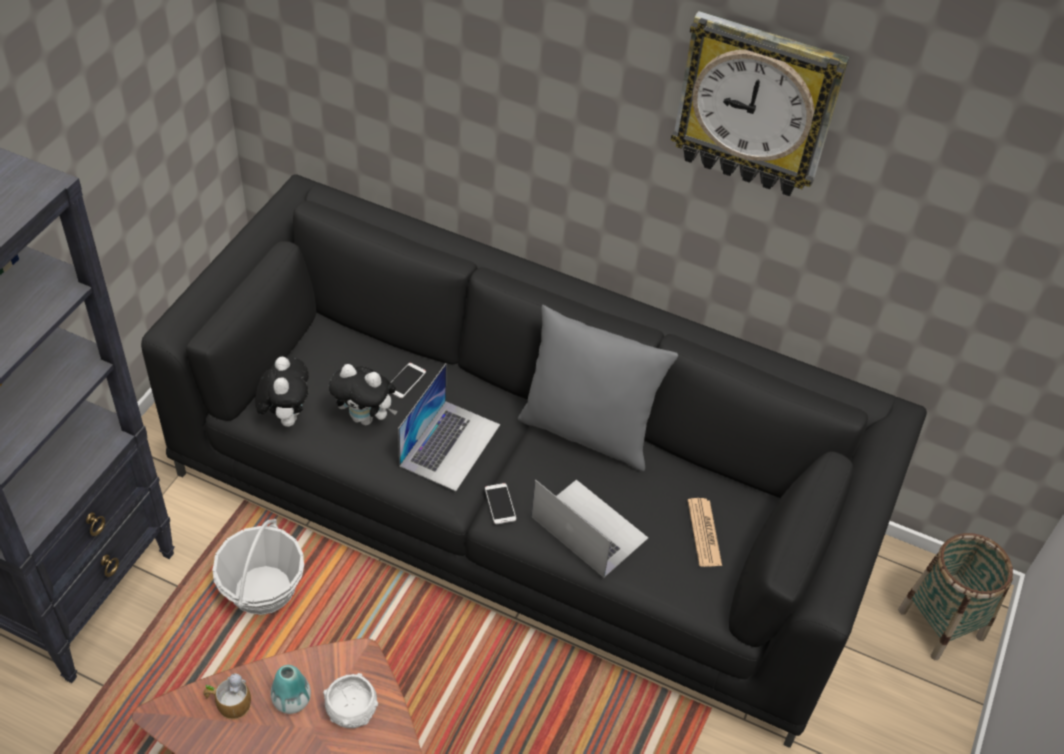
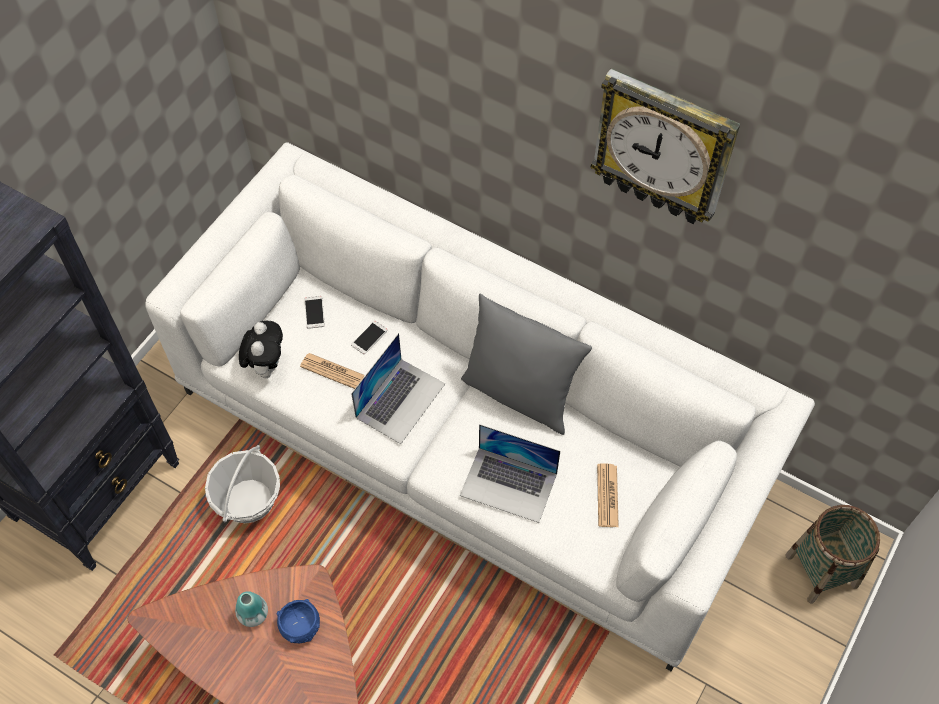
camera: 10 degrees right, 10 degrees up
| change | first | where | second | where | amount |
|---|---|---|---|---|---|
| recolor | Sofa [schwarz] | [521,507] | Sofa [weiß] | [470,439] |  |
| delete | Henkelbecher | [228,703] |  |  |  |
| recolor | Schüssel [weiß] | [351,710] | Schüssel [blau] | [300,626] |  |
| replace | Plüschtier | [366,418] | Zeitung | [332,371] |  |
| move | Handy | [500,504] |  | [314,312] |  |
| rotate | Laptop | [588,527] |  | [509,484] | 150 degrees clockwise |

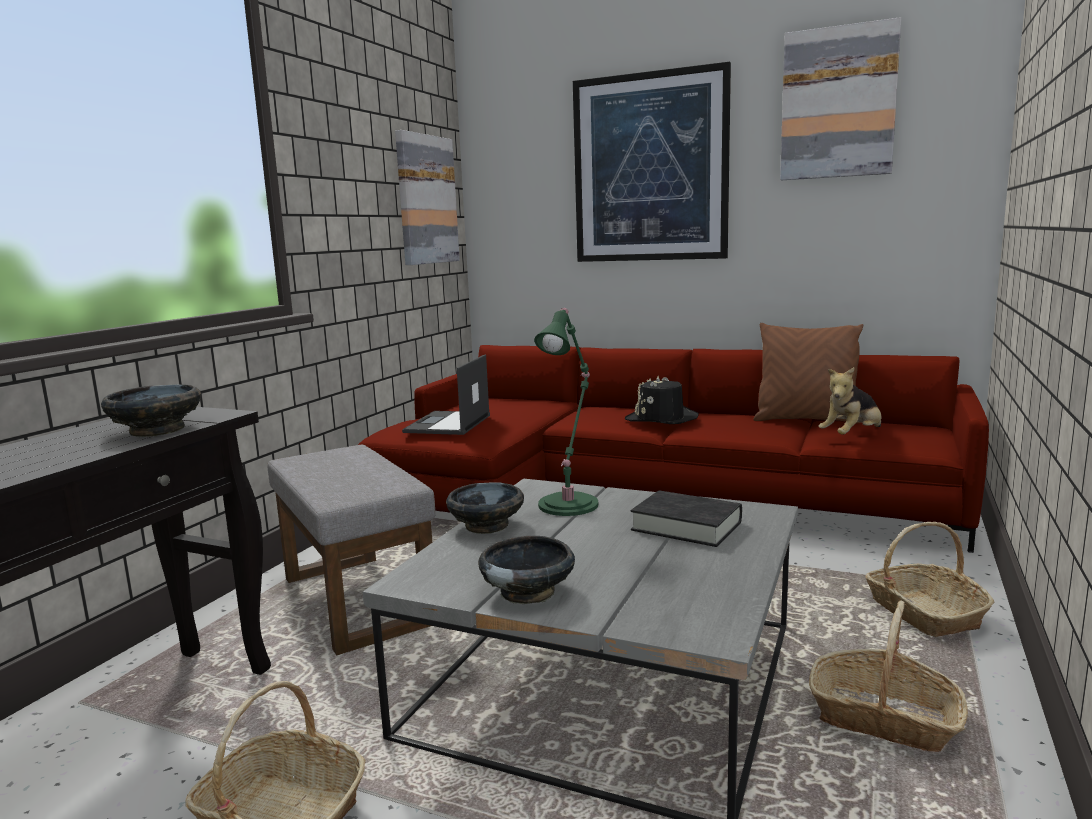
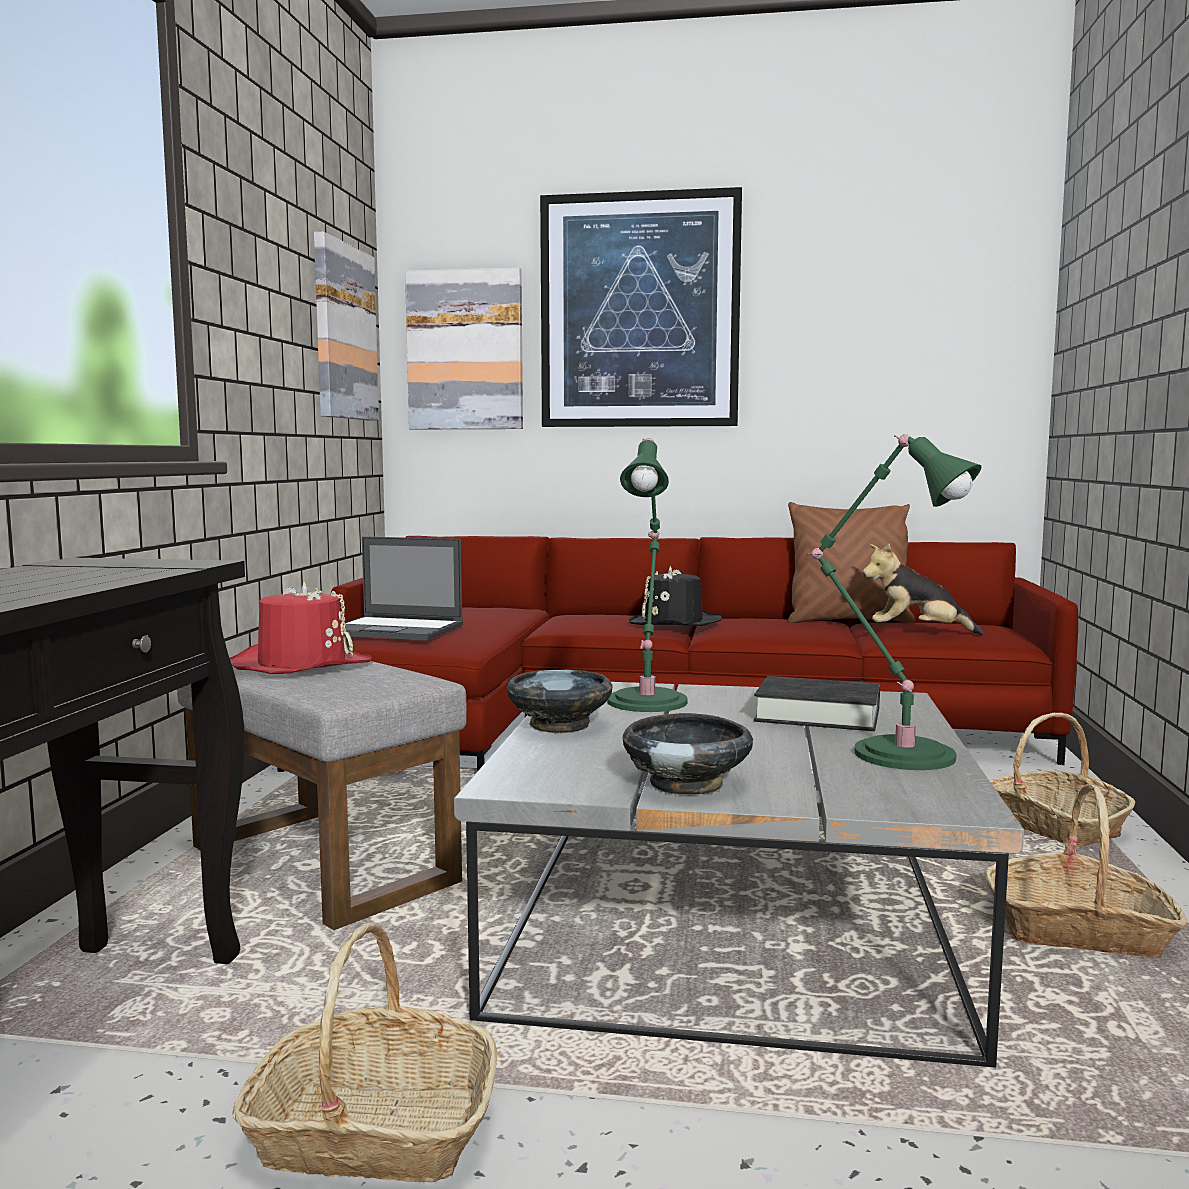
camera: 15 degrees left, 5 degrees down
| change | first | where | second | where | amount |
|---|---|---|---|---|---|
| delete | Schüssel [schwarz] | [156,431] |  |  |  |
| rotate | Laptop | [448,424] |  | [397,630] | 75 degrees counterclockwise |
| move | Bild | [838,103] |  | [465,350] |  |
| rotate | Plüschtier | [852,436] |  | [916,633] | 60 degrees clockwise |
| insert |  |  | Hut [rot] | [300,664] |  |
| insert |  |  | Tischlampe [grün] | [896,753] |  |

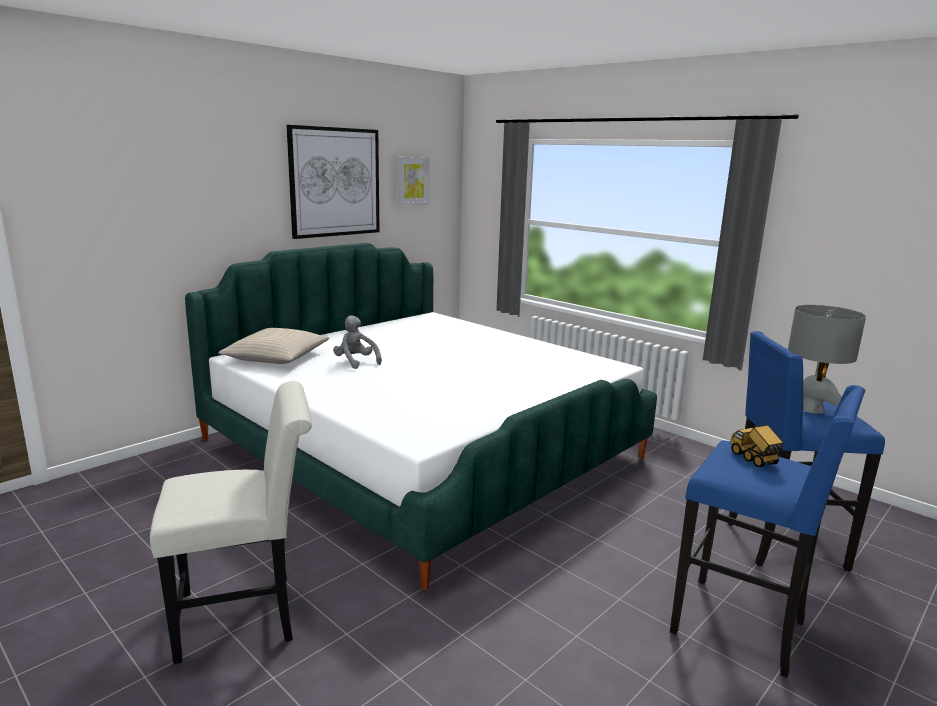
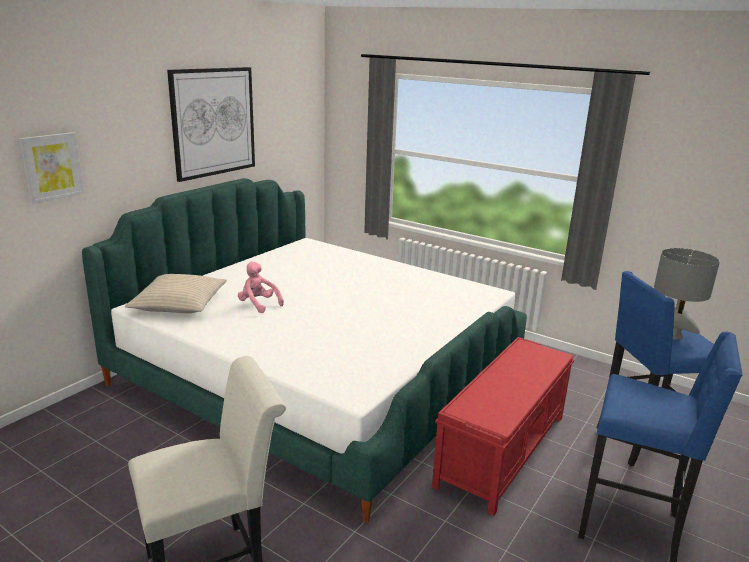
camera: 10 degrees left, 5 degrees up
| change | first | where | second | where | amount |
|---|---|---|---|---|---|
| recolor | Plüschtier [grau] | [355,362] | Plüschtier [rosa] | [258,305] |  |
| move | Bild | [412,181] |  | [51,167] |  |
| delete | Spielzeuglaster | [754,459] |  |  |  |
| insert |  |  | Bank [rot] | [503,449] |  |

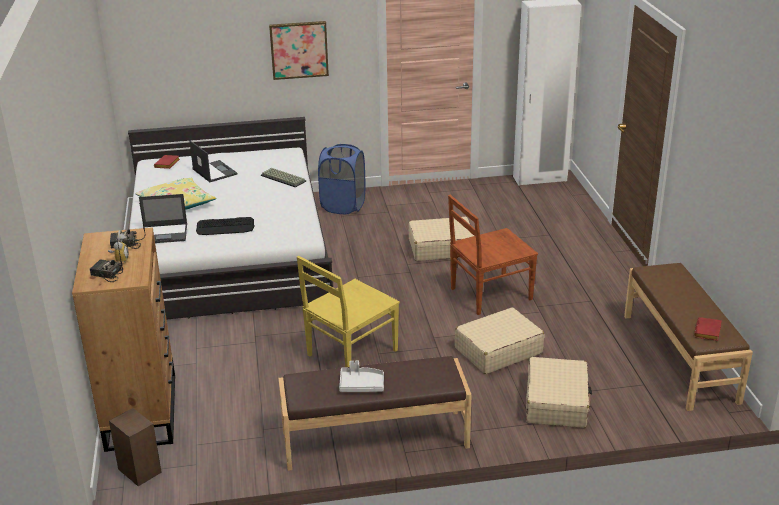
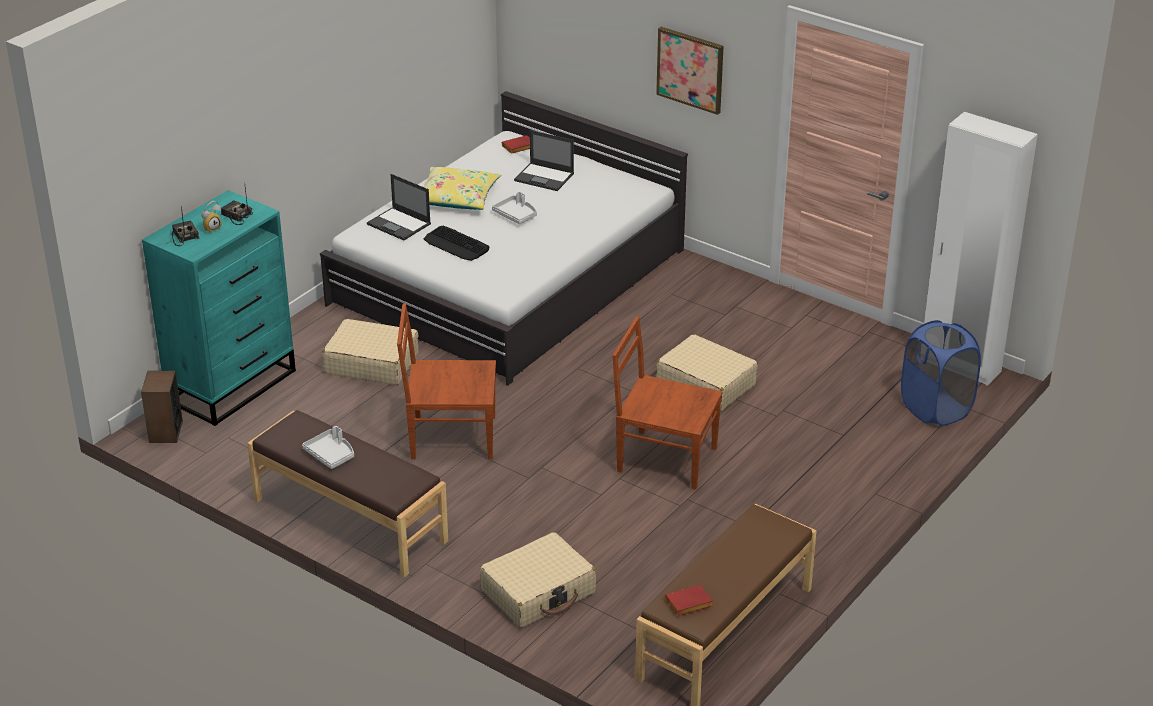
camera: 45 degrees right, 5 degrees up
| change | first | where | second | where | amount |
|---|---|---|---|---|---|
| recolor | Kommode [braun] | [142,411] | Kommode [türkis] | [232,385] |  |
| rotate | Laptop | [214,171] |  | [545,177] | 105 degrees clockwise |
| delete | Tastatur | [284,178] |  |  |  |
| recolor | Stuhl [gelb] | [350,354] | Stuhl [braun] | [450,437] |  |
| move | Wäschekorb [blau] | [343,206] |  | [935,409] |  |
| move | Koffer [beige] | [498,350] |  | [371,363] |  |
| insert |  |  | Tablett [weiß] | [516,215] |  |

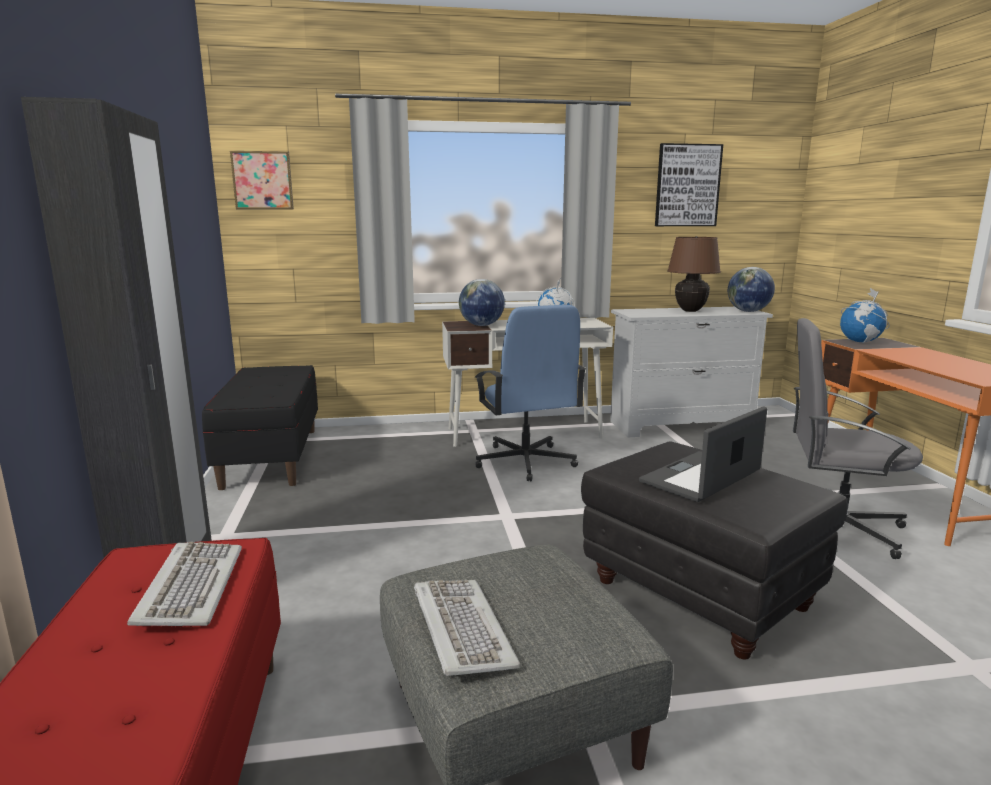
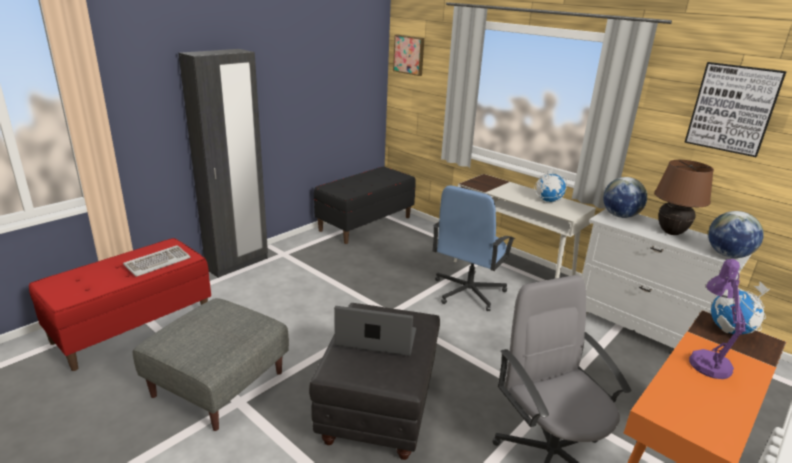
camera: 50 degrees right, 10 degrees up
| change | first | where | second | where | amount |
|---|---|---|---|---|---|
| delete | Tastatur | [460,629] |  |  |  |
| move | Globus | [481,325] |  | [620,216] |  |
| insert |  |  | Tischlampe [lila] | [707,360] |  |

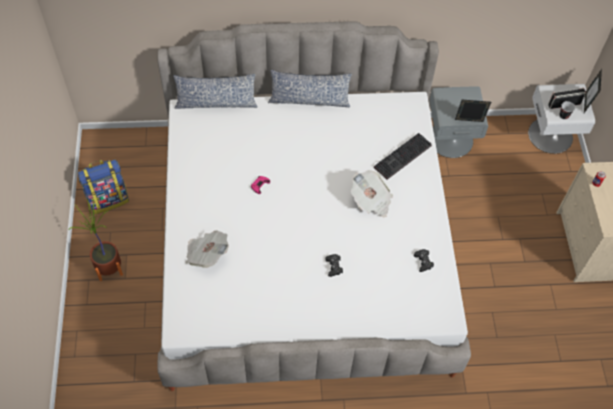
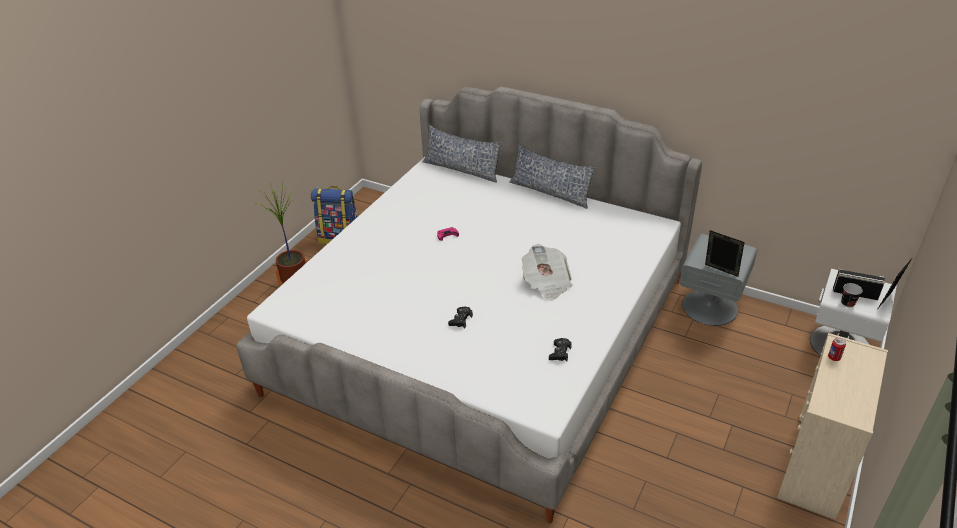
camera: 35 degrees right, 20 degrees down
| change | first | where | second | where | amount |
|---|---|---|---|---|---|
| delete | Zeitung | [206,254] |  |  |  |
| delete | Tastatur | [403,158] |  |  |  |

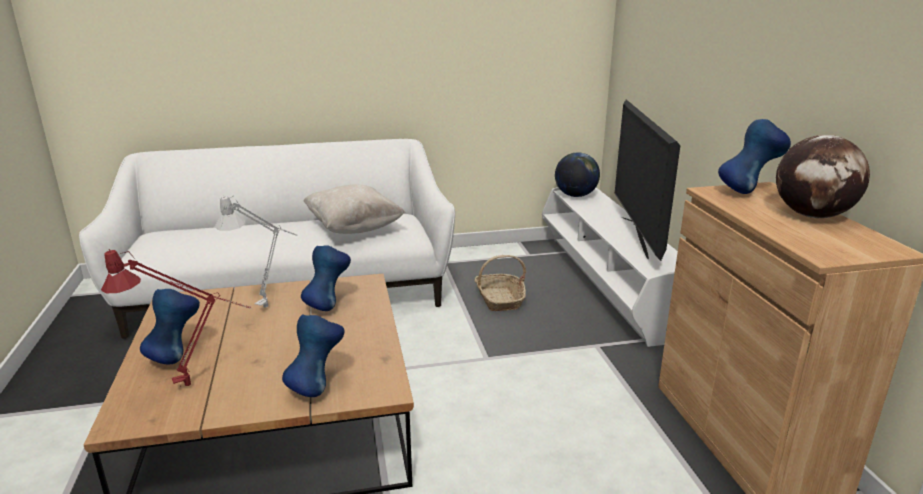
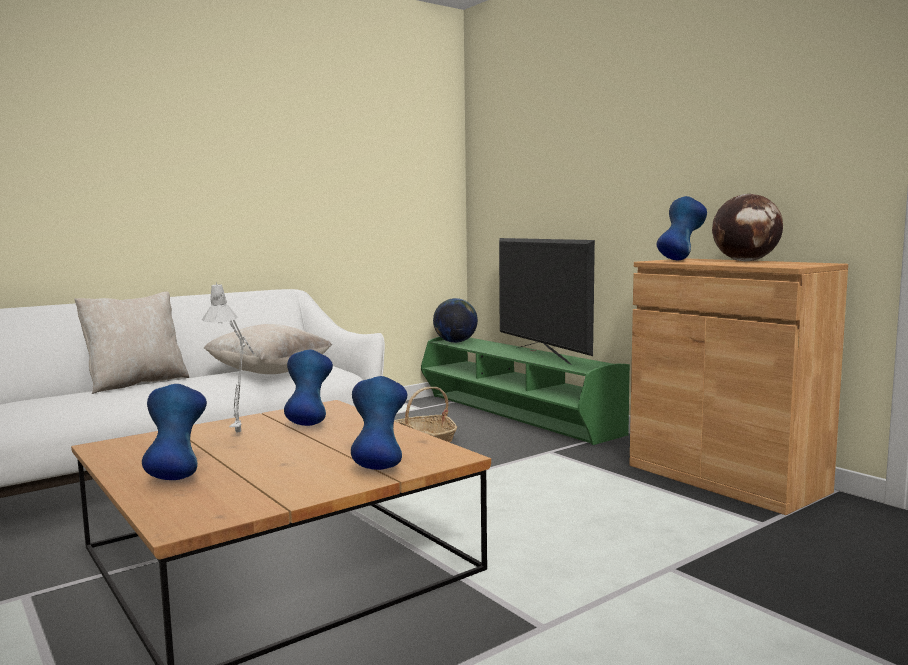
camera: 25 degrees left, 15 degrees down
| change | first | where | second | where | amount |
|---|---|---|---|---|---|
| delete | Tischlampe [rot] | [197,384] |  |  |  |
| recolor | Fernsehschrank [weiß] | [607,284] | Fernsehschrank [grün] | [514,415] |  |
| insert |  |  | Kissen [beige] | [136,383] |  |

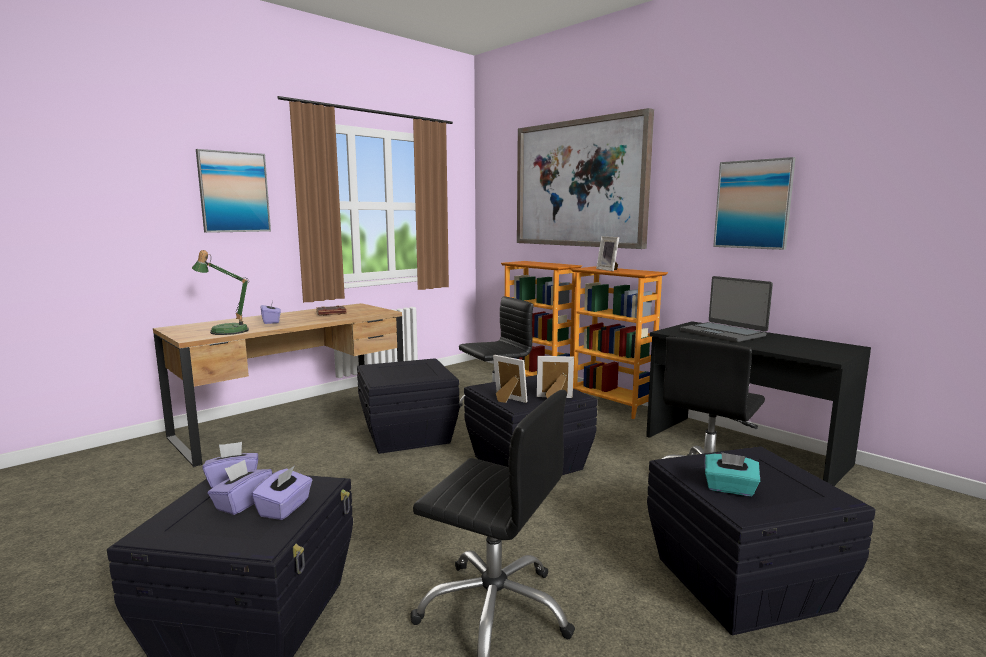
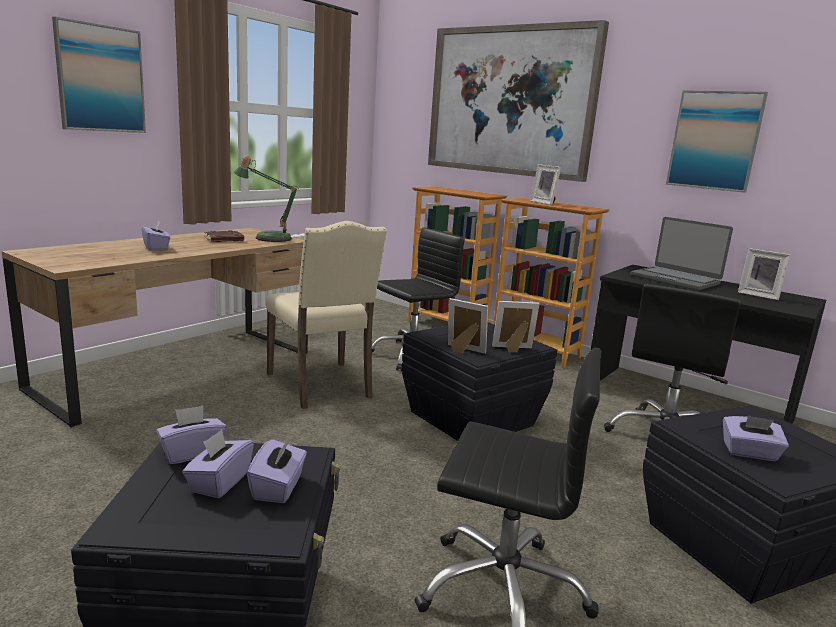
camera: 10 degrees left, 5 degrees up
| change | first | where | second | where | amount |
|---|---|---|---|---|---|
| move | Tischlampe | [225,330] |  | [268,238] |  |
| replace | Aufbewahrungsbox [schwarz] | [406,435] | Stuhl [beige] | [322,386] |  |
| recolor | Taschentuchbox [türkis] | [730,488] | Taschentuchbox [lila] | [750,453] |  |
| insert |  |  | Bilderrahmen | [759,295] |  |

